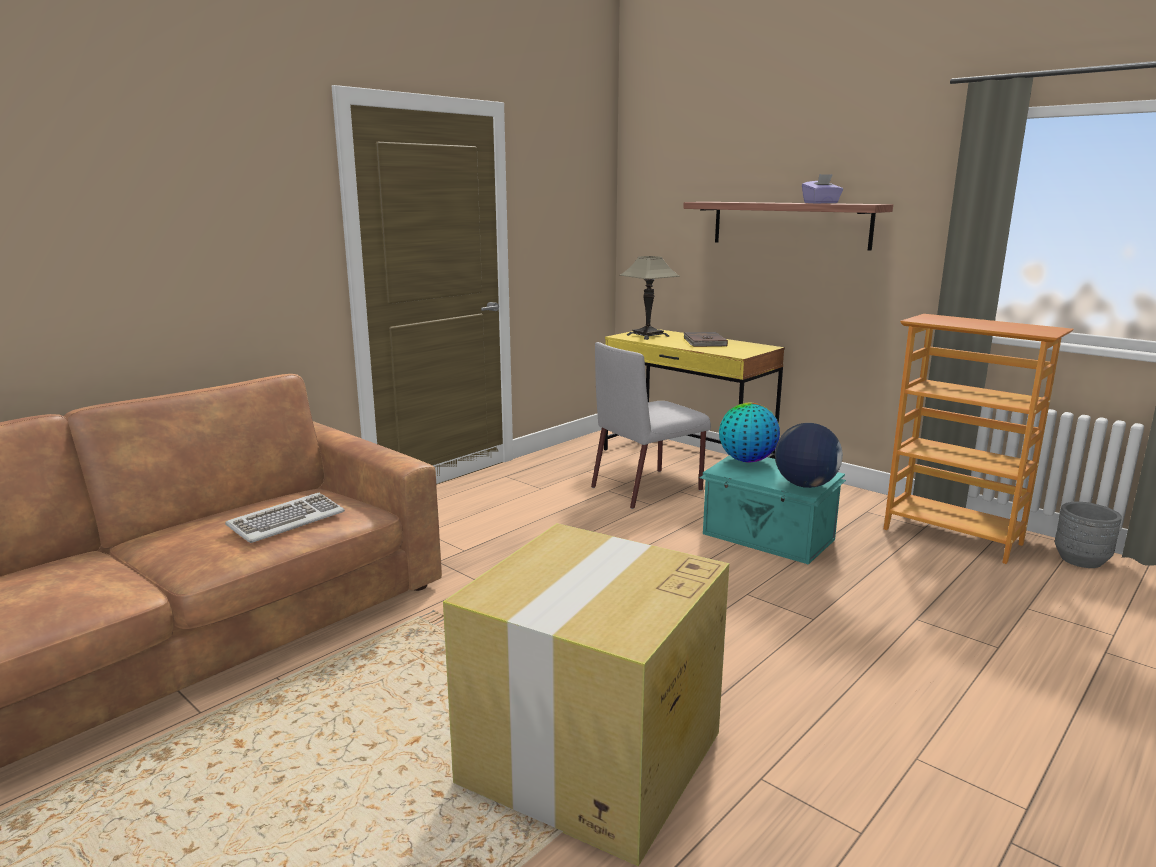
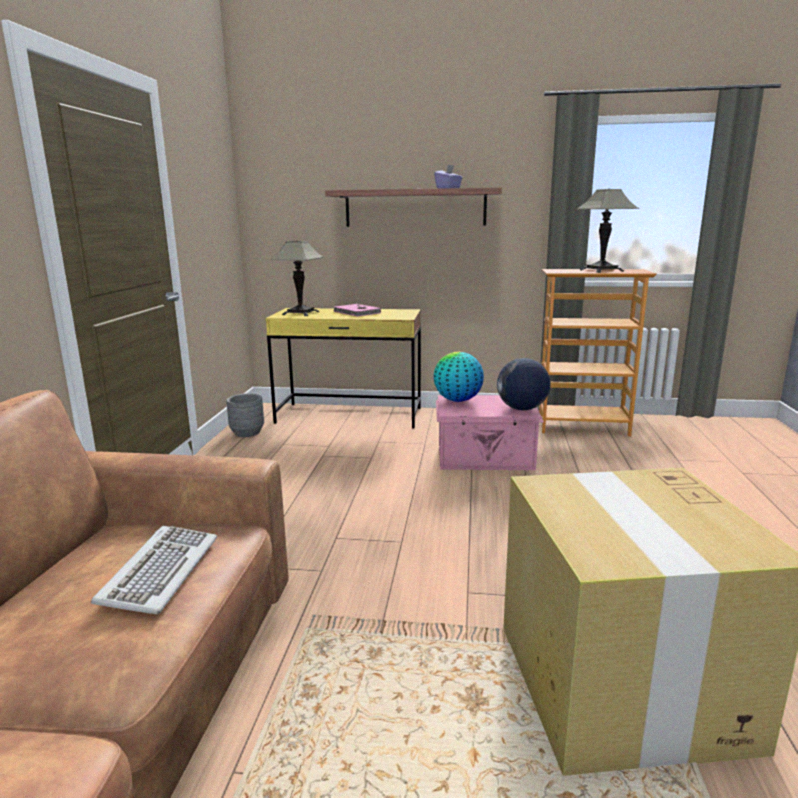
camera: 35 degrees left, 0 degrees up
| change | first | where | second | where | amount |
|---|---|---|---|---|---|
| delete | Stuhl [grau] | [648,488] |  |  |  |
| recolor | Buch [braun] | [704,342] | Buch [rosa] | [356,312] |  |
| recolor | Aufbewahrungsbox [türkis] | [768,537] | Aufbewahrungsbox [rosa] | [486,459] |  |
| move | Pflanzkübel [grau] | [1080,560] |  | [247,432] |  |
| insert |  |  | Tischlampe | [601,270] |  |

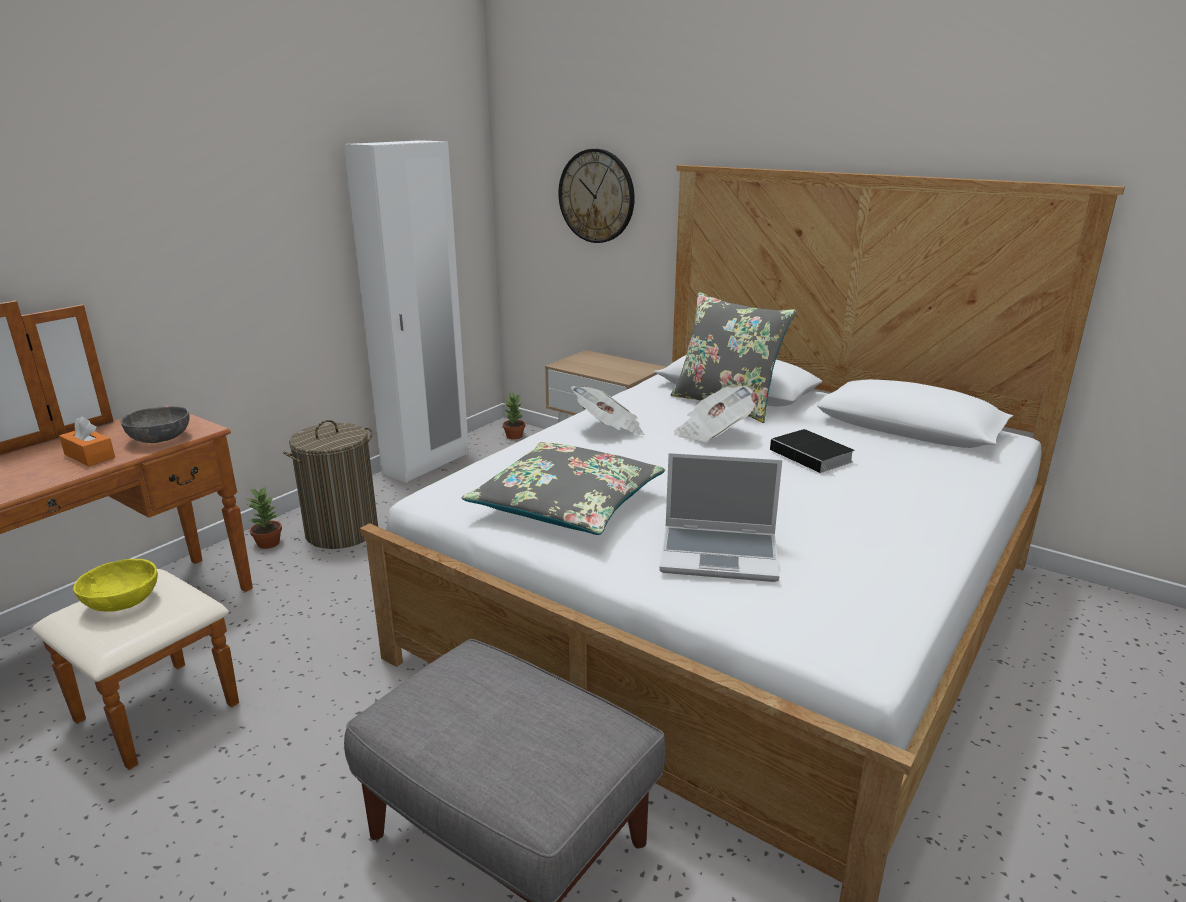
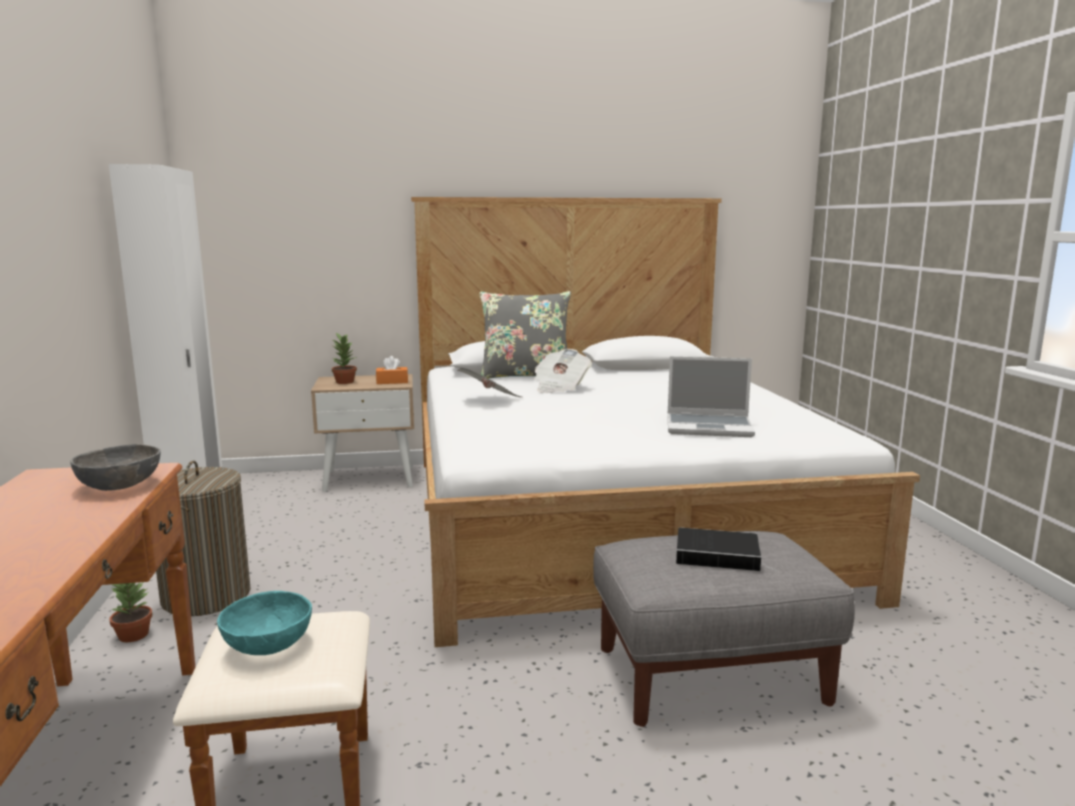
camera: 45 degrees left, 10 degrees down
| change | first | where | second | where | amount |
|---|---|---|---|---|---|
| move | Taschentuchbox [orange] | [89,456] |  | [392,382] |  |
| recolor | Schüssel [gelb] | [122,602] | Schüssel [türkis] | [267,645] |  |
| delete | Kissen [grau] | [567,504] |  |  |  |
| move | Topfpflanze | [514,436] |  | [345,382] |  |
| delete | Wanduhr | [596,196] |  |  |  |
| rotate | Laptop | [720,554] |  | [710,427] | 45 degrees clockwise |
| move | Buch | [813,456] |  | [720,555] |  |

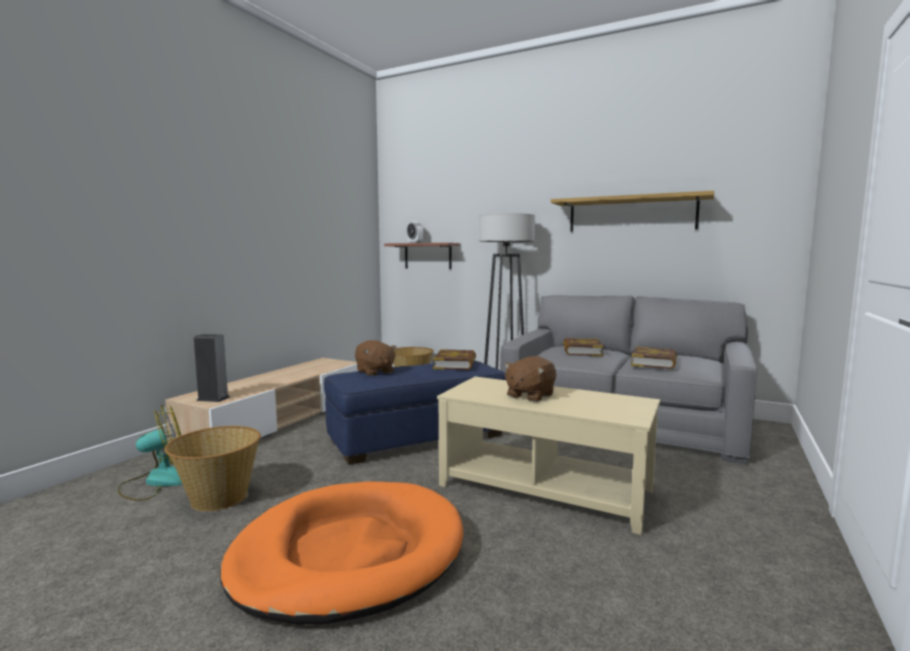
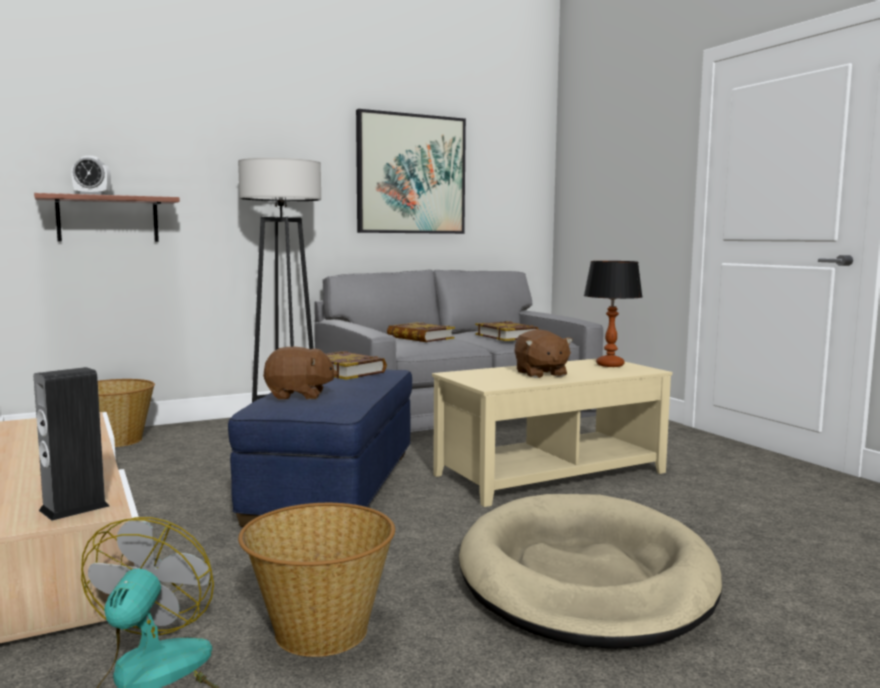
camera: 55 degrees left, 0 degrees up
| change | first | where | second | where | amount |
|---|---|---|---|---|---|
| recolor | Hundebett [orange] | [349,554] | Hundebett [beige] | [585,577] |  |
| replace | Wandregal | [631,214] | Bild | [411,174] |  |
| insert |  |  | Tischlampe | [609,365] |  |

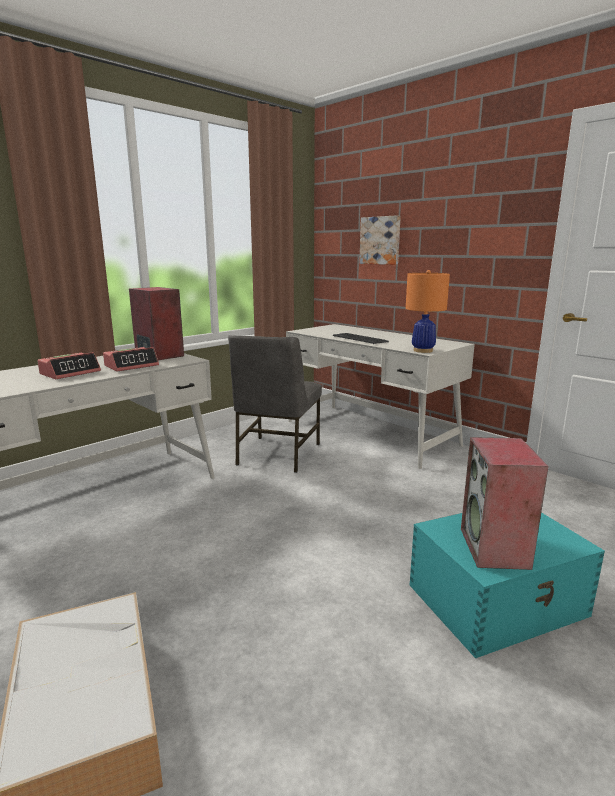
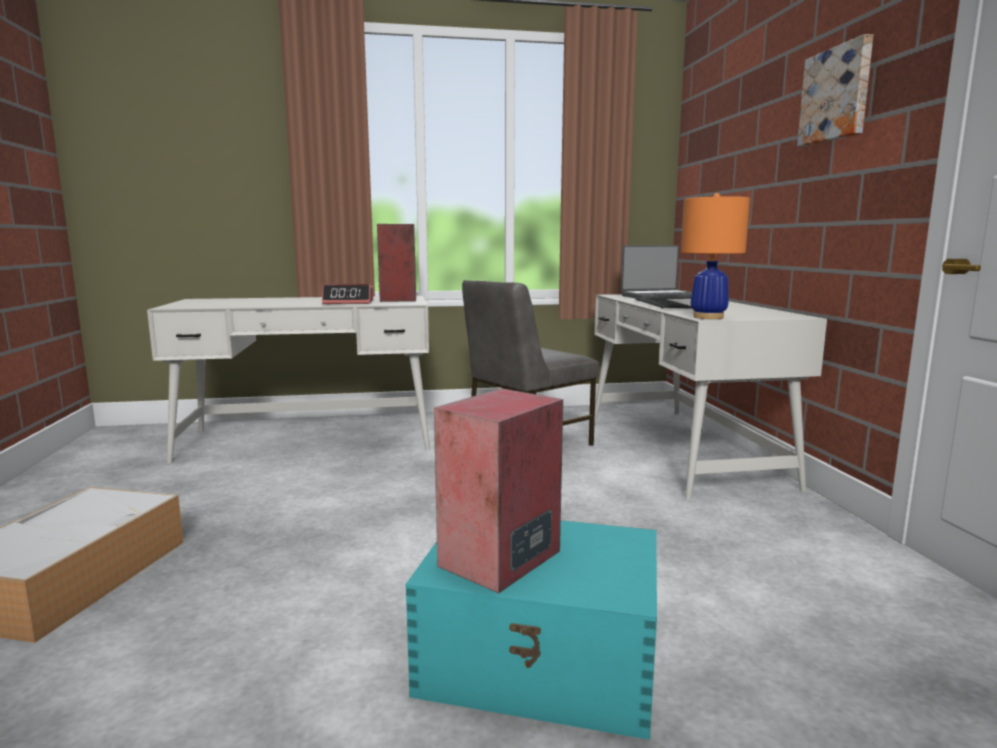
camera: 35 degrees right, 5 degrees down
| change | first | where | second | where | amount |
|---|---|---|---|---|---|
| delete | Wecker | [70,373] |  |  |  |
| move | Bild | [380,240] |  | [837,95] |  |
| insert |  |  | Laptop | [658,297] |  |

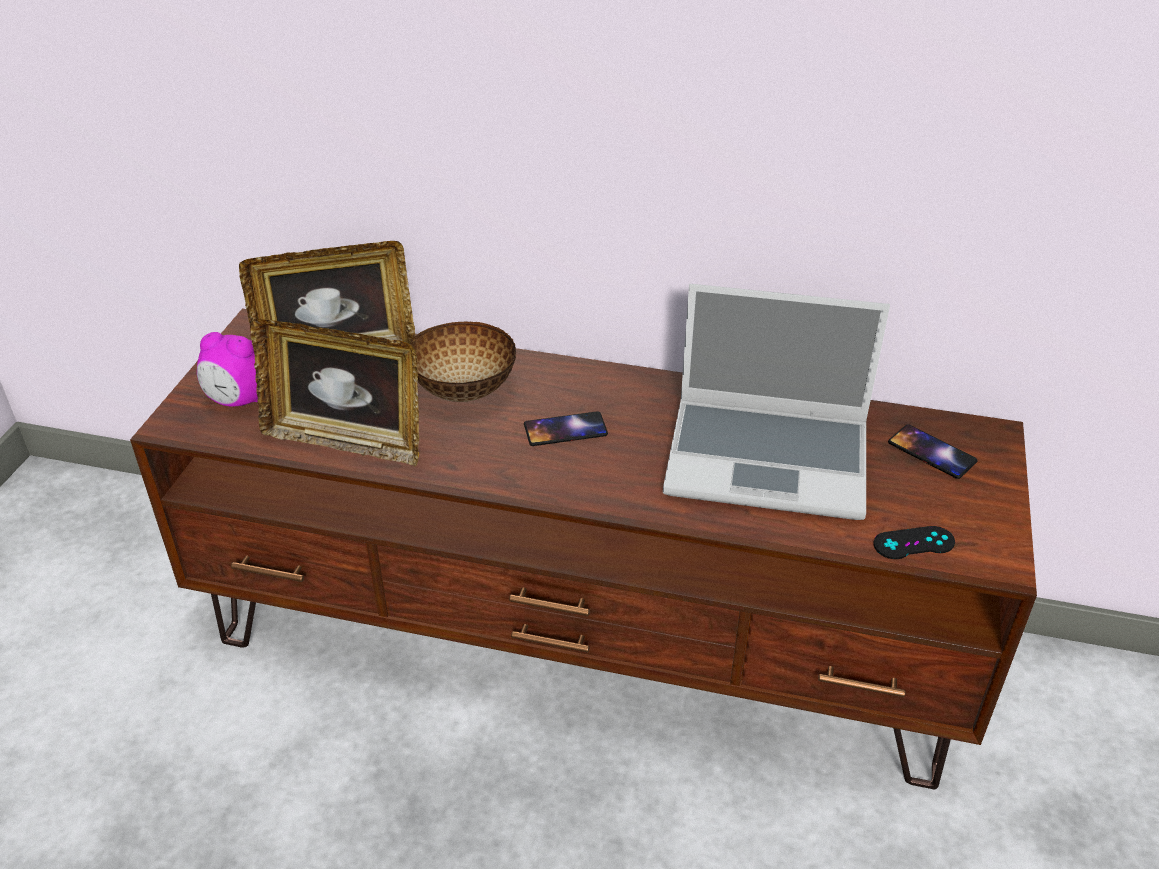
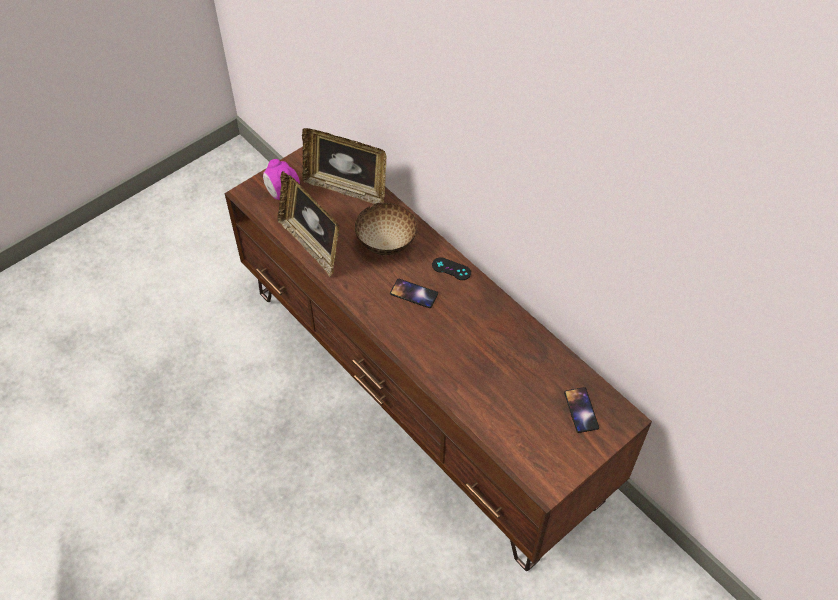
camera: 35 degrees right, 15 degrees up
| change | first | where | second | where | amount |
|---|---|---|---|---|---|
| delete | Laptop | [770,459] |  |  |  |
| move | Gamepad [schwarz] | [914,543] |  | [451,269] |  |

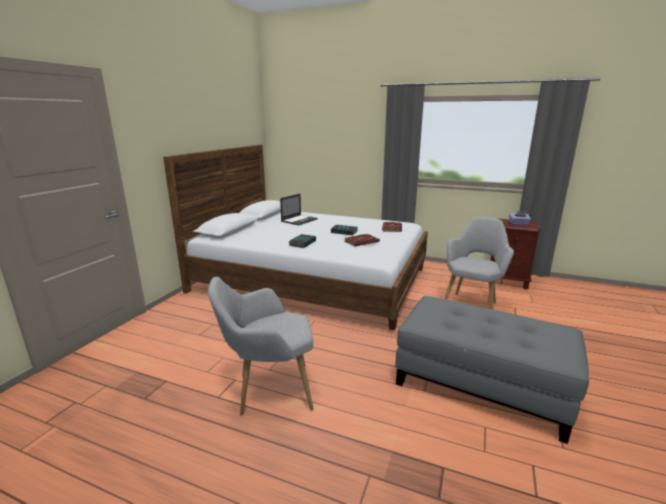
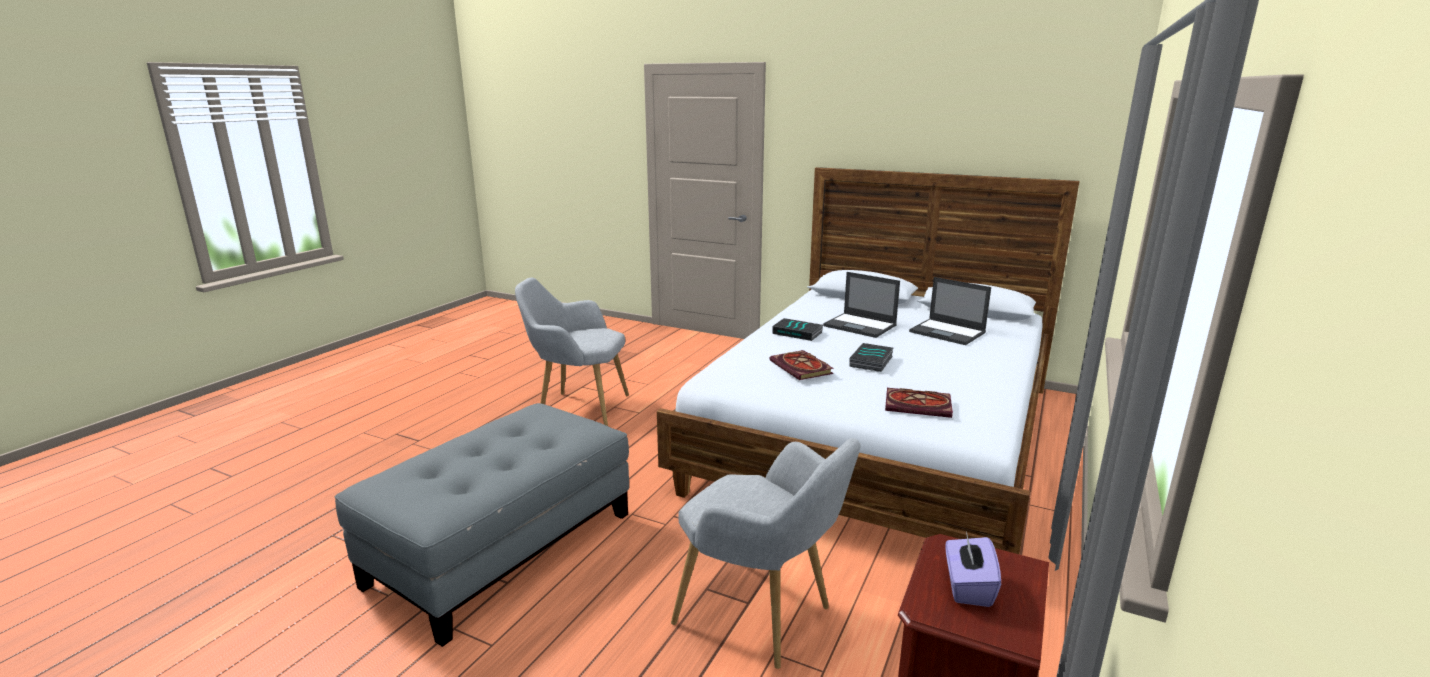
camera: 95 degrees right, 0 degrees up
| change | first | where | second | where | amount |
|---|---|---|---|---|---|
| rotate | Sessel [grau] | [269,391] |  | [578,407] | 75 degrees counterclockwise |
| insert |  |  | Laptop | [860,326] |  |

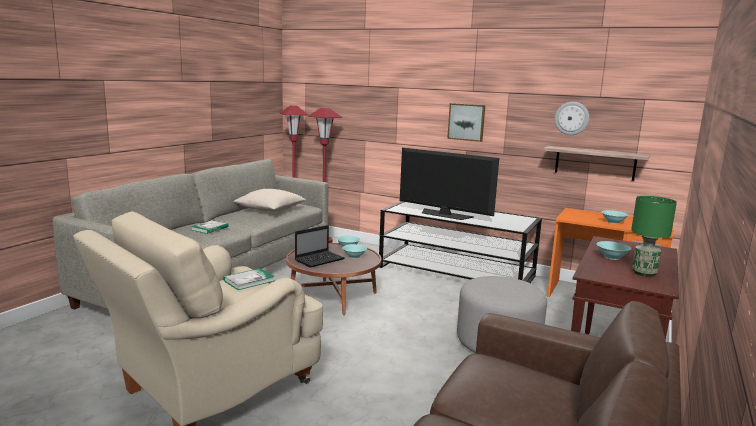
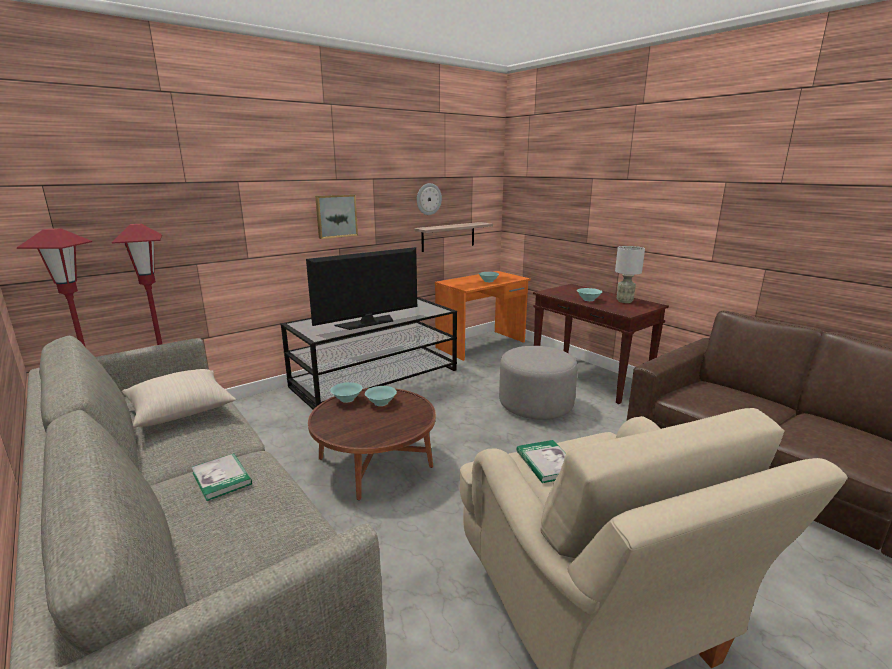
camera: 65 degrees left, 5 degrees up
| change | first | where | second | where | amount |
|---|---|---|---|---|---|
| delete | Laptop | [320,259] |  |  |  |
| recolor | Tischlampe [grün] | [644,273] | Tischlampe [grau] | [624,301] |  |

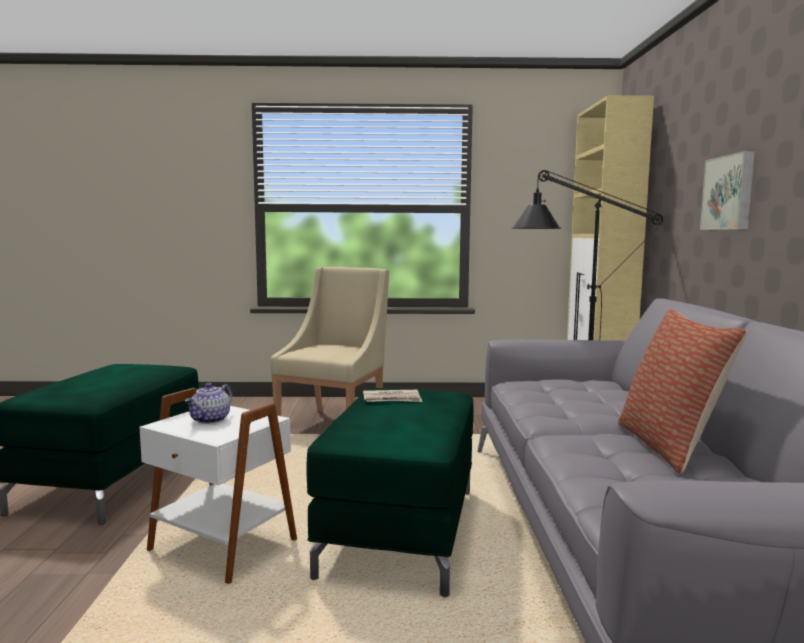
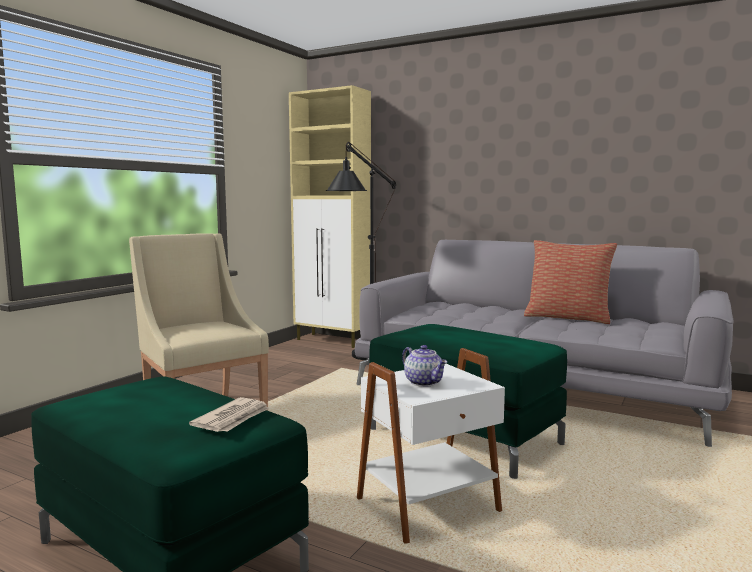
camera: 60 degrees left, 0 degrees up
| change | first | where | second | where | amount |
|---|---|---|---|---|---|
| move | Zeitung | [392,399] |  | [233,418] |  |
| delete | Bild | [730,193] |  |  |  |

